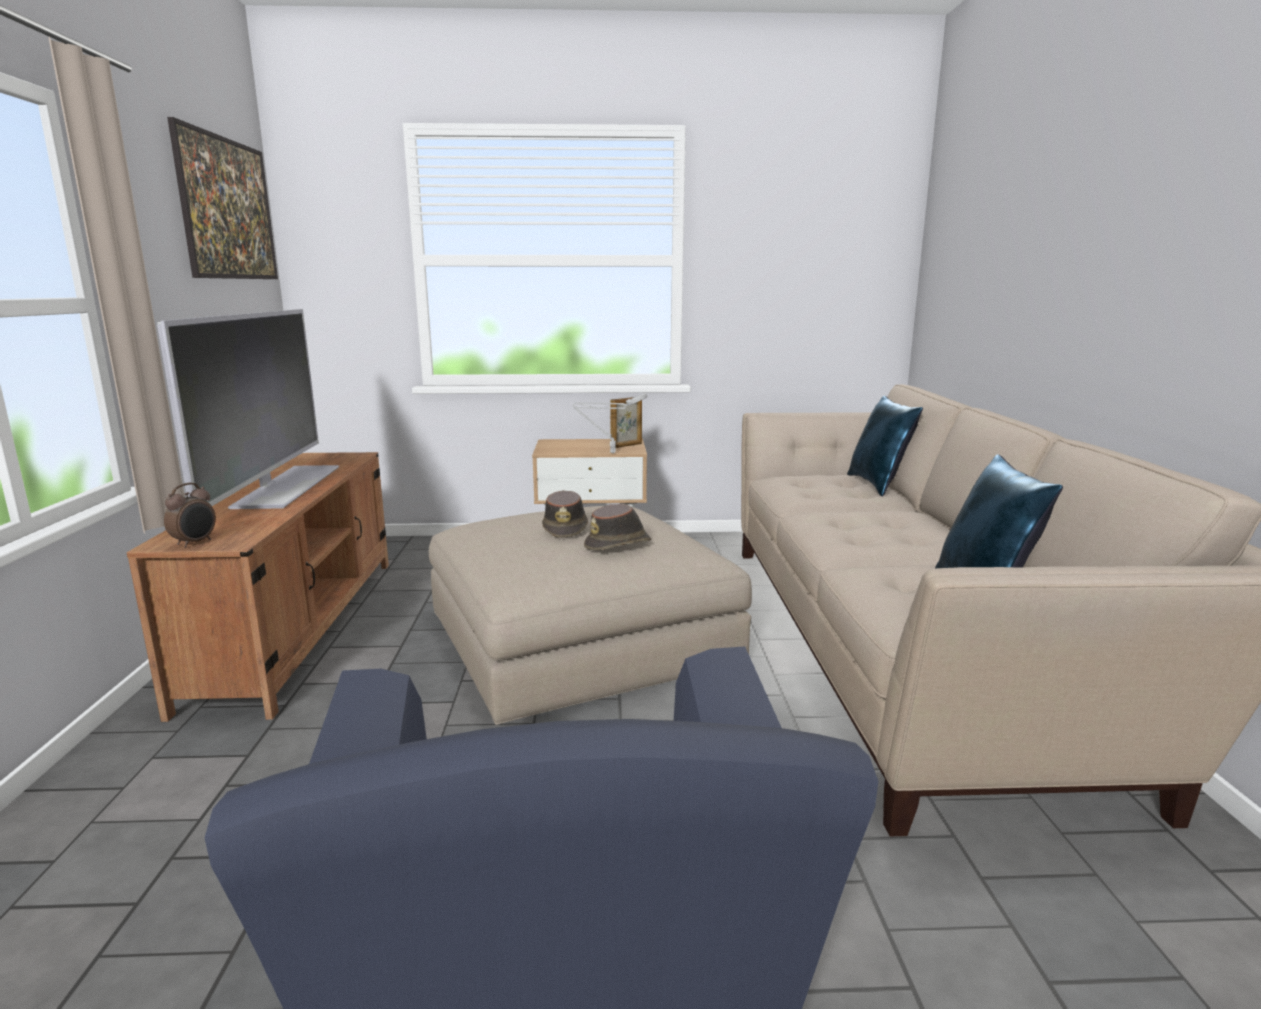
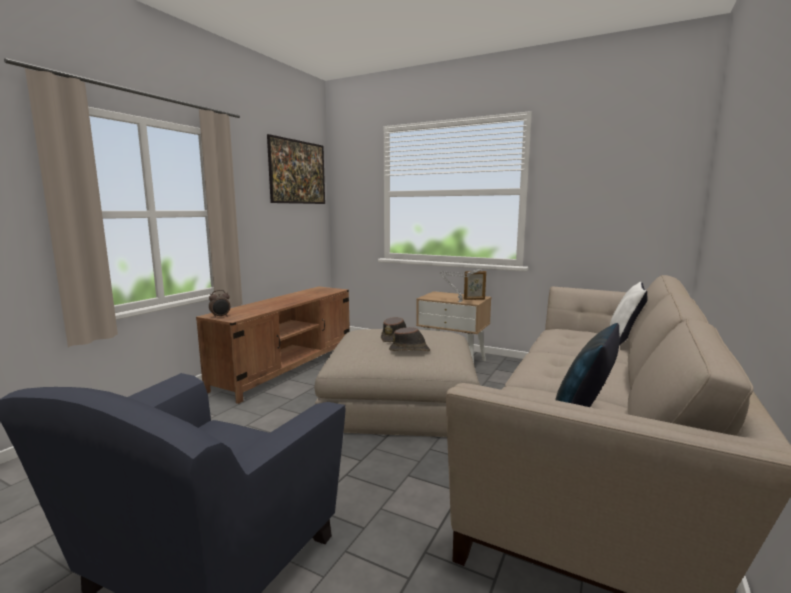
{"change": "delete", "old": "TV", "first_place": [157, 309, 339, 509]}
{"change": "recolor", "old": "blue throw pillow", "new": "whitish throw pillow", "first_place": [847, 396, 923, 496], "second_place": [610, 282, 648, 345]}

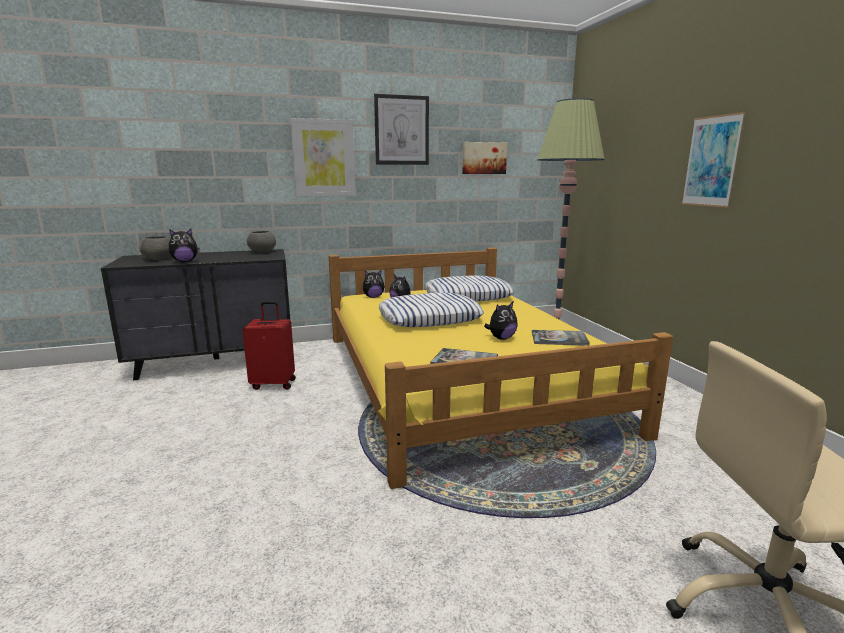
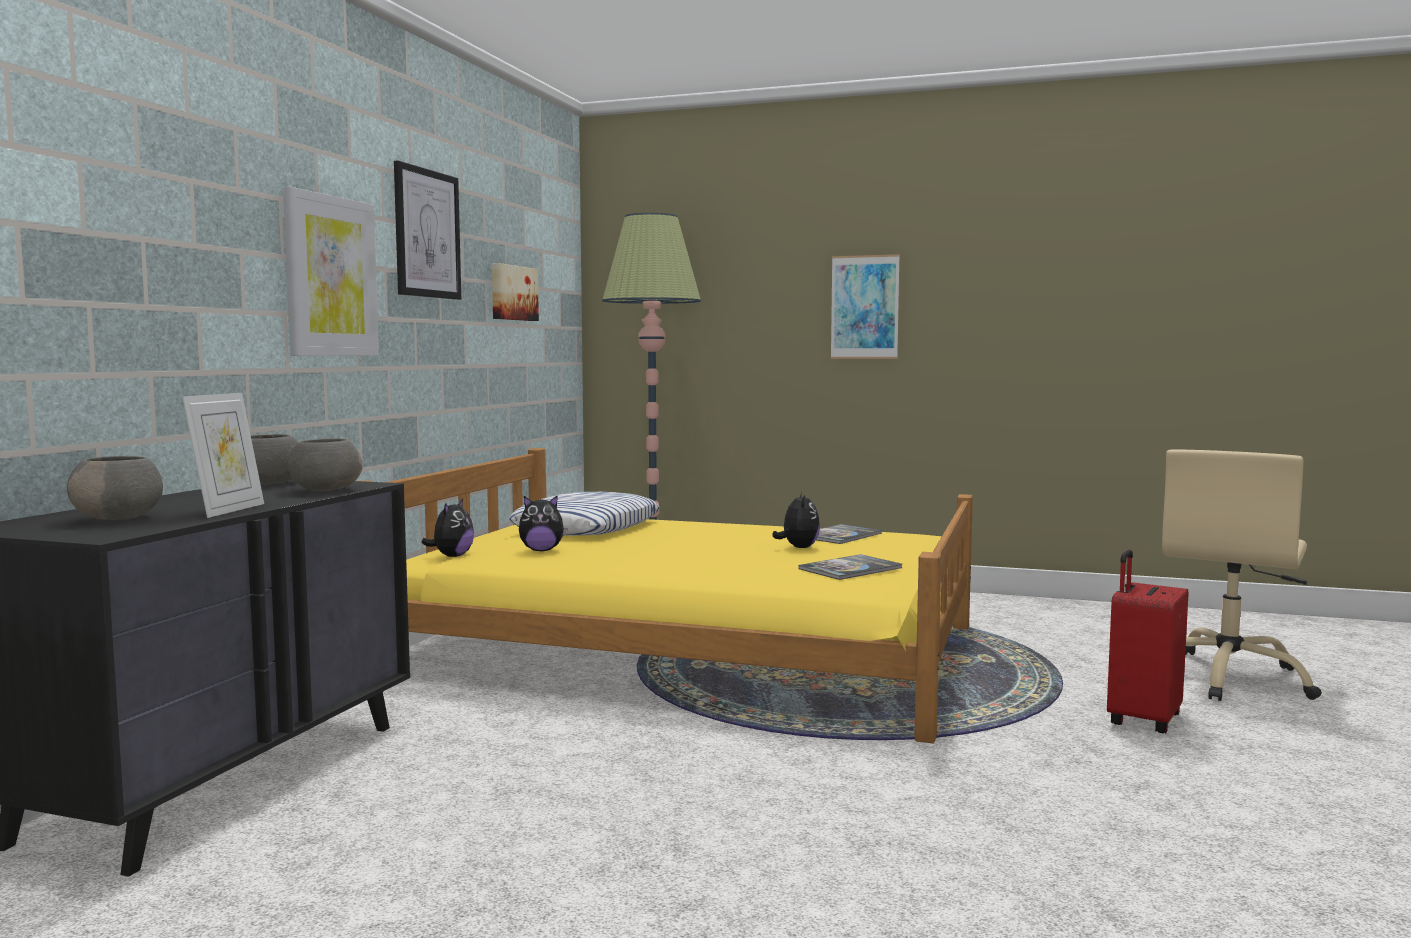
{"change": "delete", "old": "throw pillow", "first_place": [379, 293, 484, 327]}
{"change": "insert", "new": "gray deep dish", "second_place": [288, 438, 363, 492]}
{"change": "move", "old": "reddish travel case", "first_place": [242, 301, 296, 390], "second_place": [1107, 550, 1189, 734]}
{"change": "replace", "old": "soft toy", "new": "picture frame", "first_place": [169, 229, 200, 262], "second_place": [182, 393, 264, 518]}

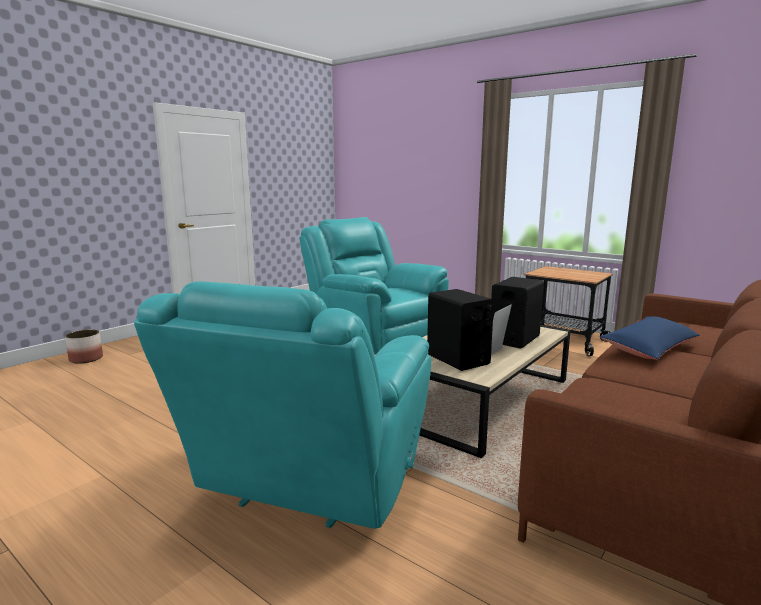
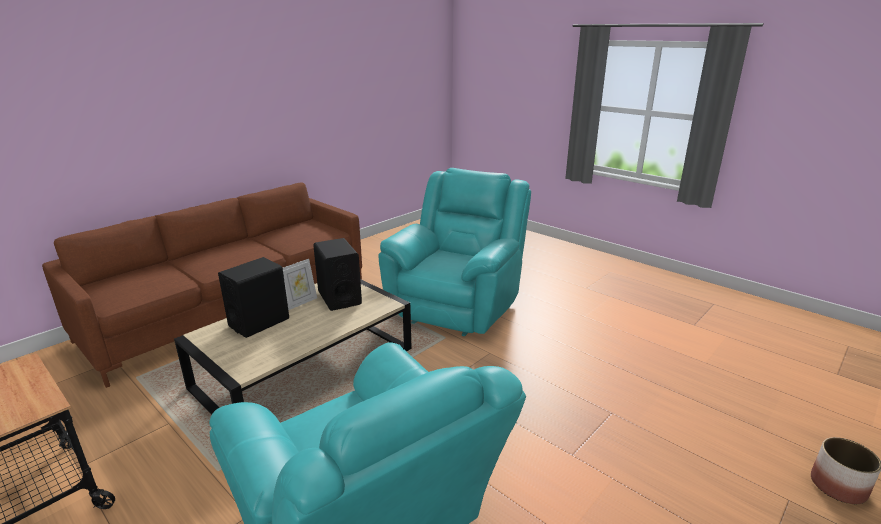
{"change": "delete", "old": "blue throw pillow", "first_place": [600, 316, 700, 360]}

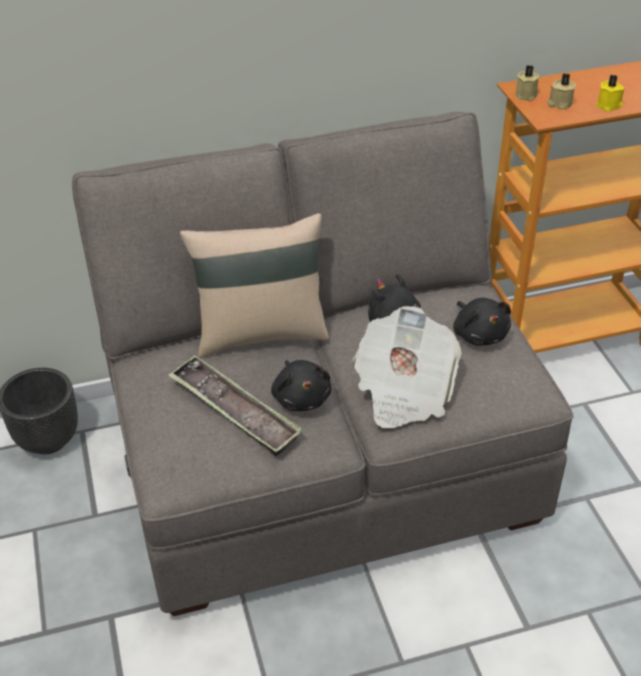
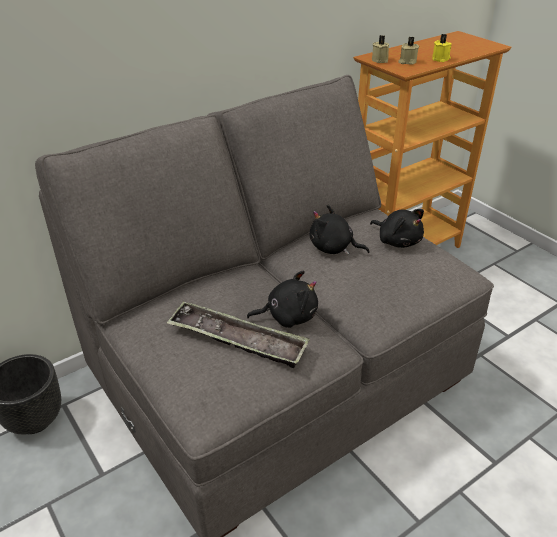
{"change": "delete", "old": "sand-coloured throw pillow", "first_place": [180, 213, 329, 358]}
{"change": "delete", "old": "daily paper", "first_place": [353, 306, 462, 428]}
{"change": "rotate", "old": "blackish soft toy", "first_place": [271, 360, 331, 411], "second_place": [247, 270, 318, 328], "degrees": -60}

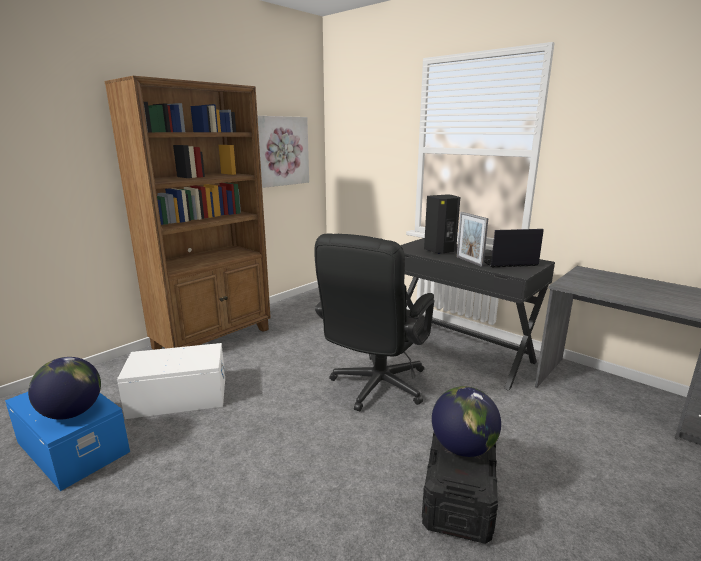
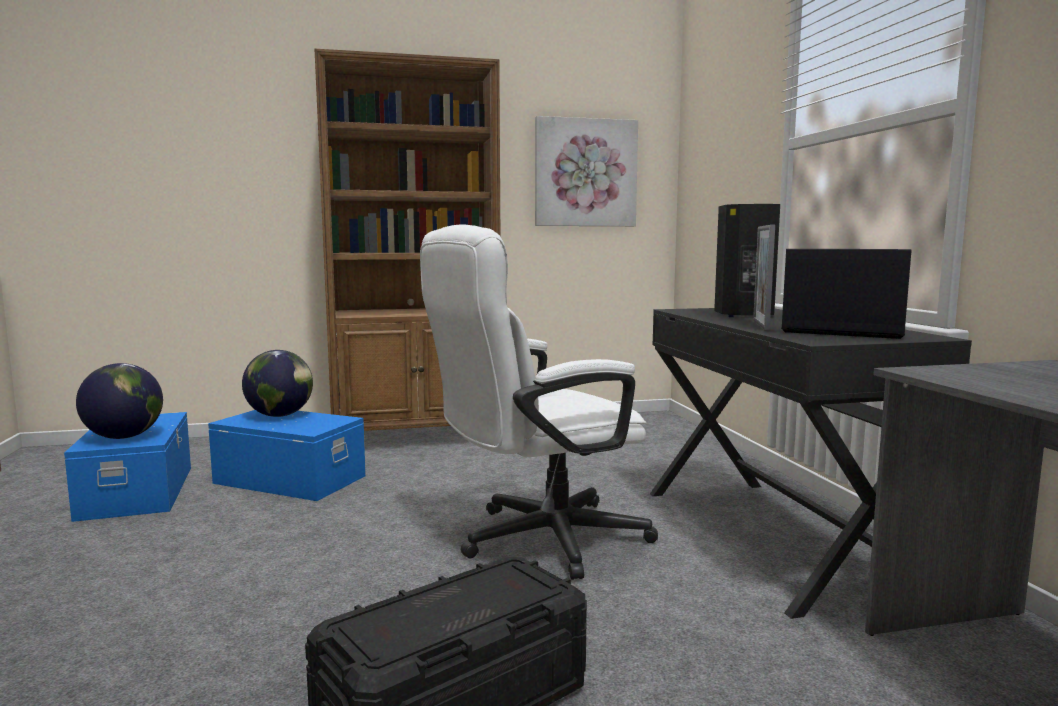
{"change": "move", "old": "world globe", "first_place": [432, 386, 501, 457], "second_place": [242, 350, 313, 417]}
{"change": "recolor", "old": "whitish storage bin", "new": "blue storage bin", "first_place": [117, 343, 225, 419], "second_place": [208, 410, 366, 501]}
{"change": "recolor", "old": "blackish computer chair", "new": "whitish computer chair", "first_place": [314, 233, 434, 411], "second_place": [420, 225, 658, 580]}

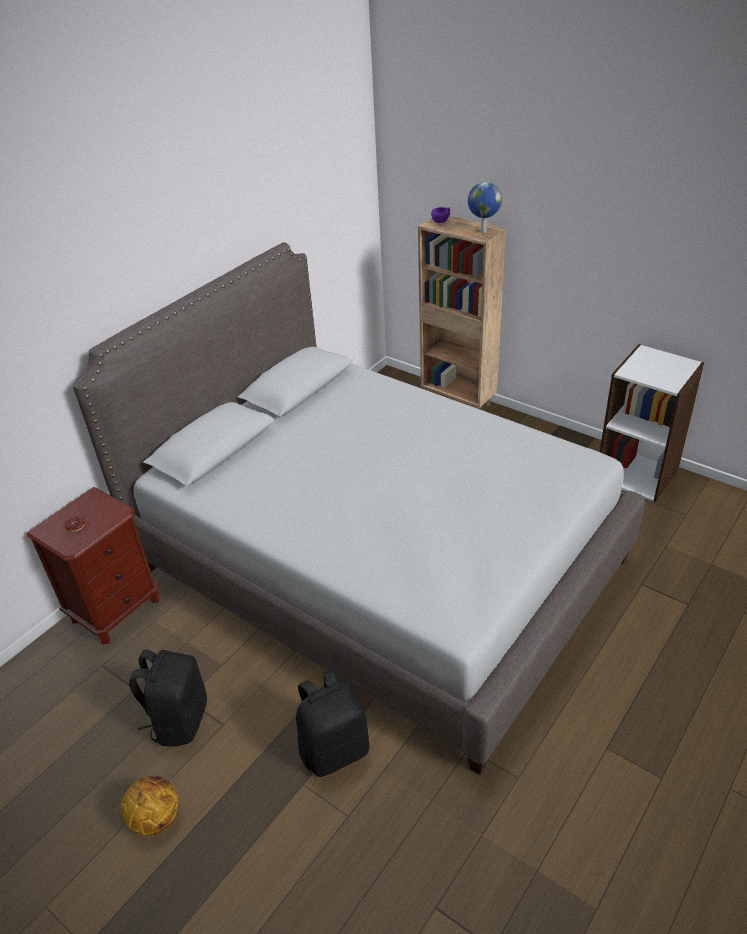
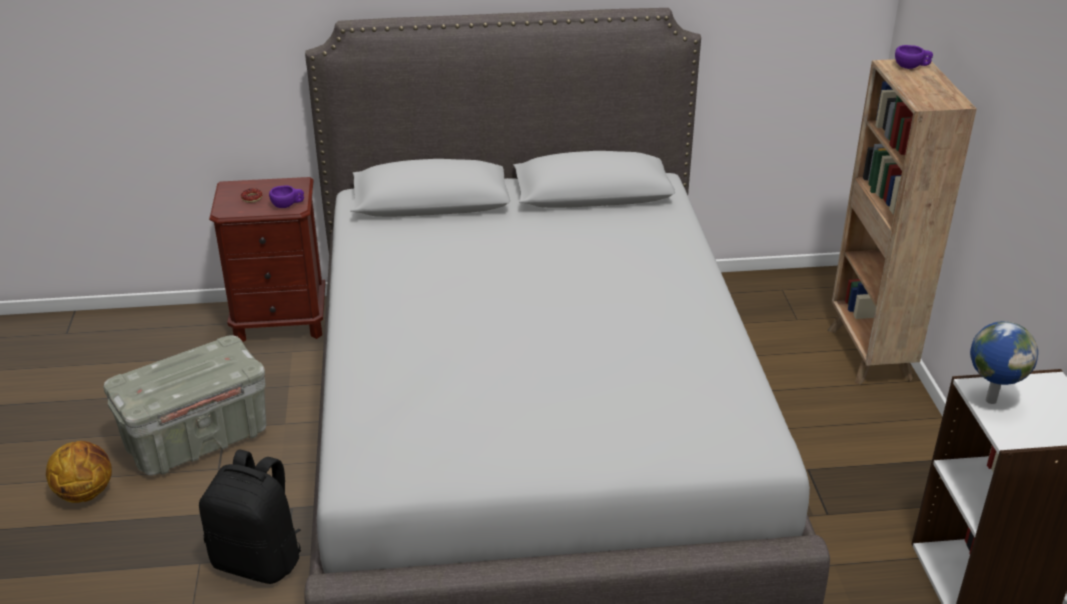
{"change": "insert", "new": "purple cup", "second_place": [269, 185, 304, 208]}
{"change": "move", "old": "world globe", "first_place": [468, 182, 502, 233], "second_place": [970, 321, 1038, 404]}
{"change": "replace", "old": "blackish knapsack", "new": "gray storage bin", "first_place": [129, 649, 207, 746], "second_place": [103, 335, 266, 476]}

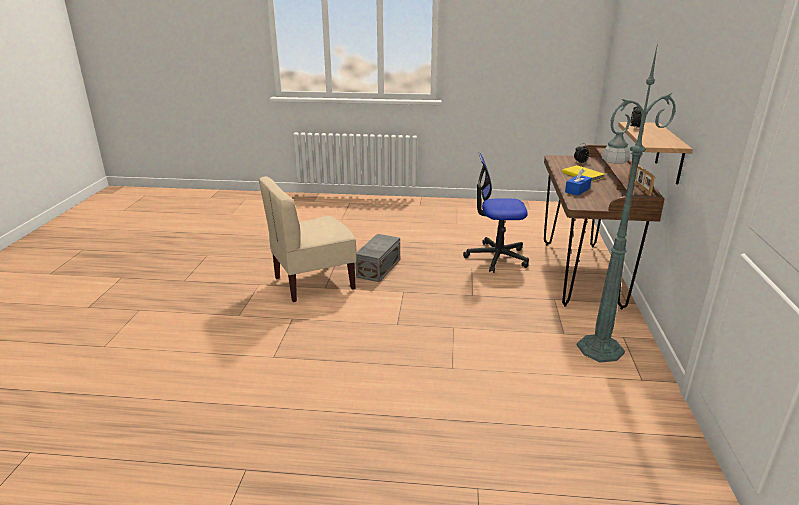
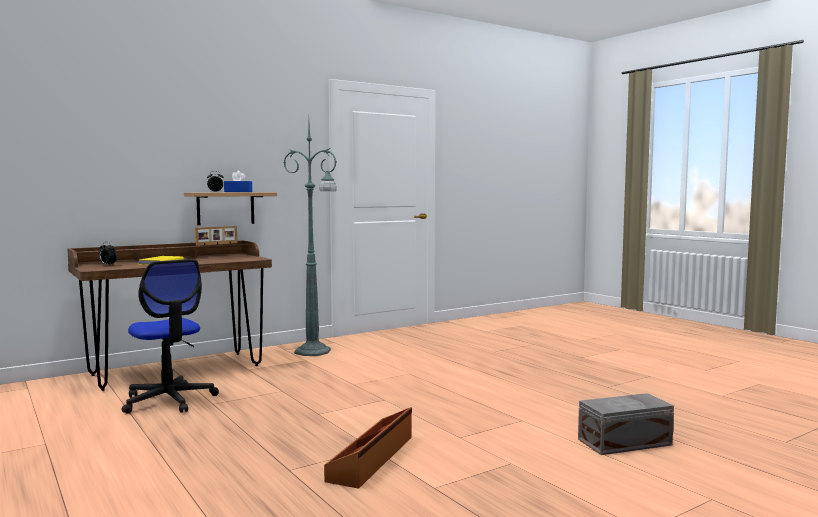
{"change": "move", "old": "gray storage bin", "first_place": [355, 234, 400, 282], "second_place": [578, 393, 674, 455]}
{"change": "move", "old": "blue tissue box", "first_place": [565, 169, 592, 196], "second_place": [224, 171, 252, 192]}
{"change": "replace", "old": "sand-coloured plain chair", "new": "brown storage bin", "first_place": [259, 176, 357, 302], "second_place": [324, 407, 412, 489]}

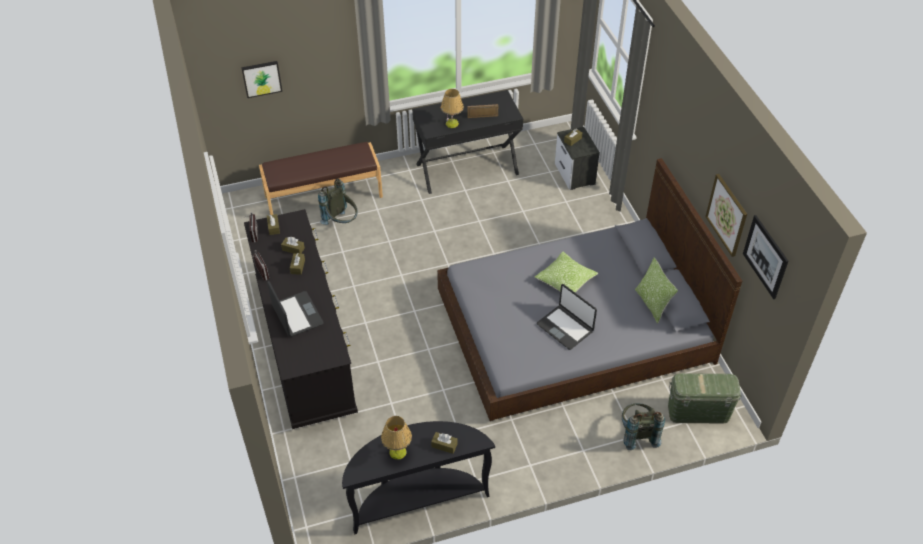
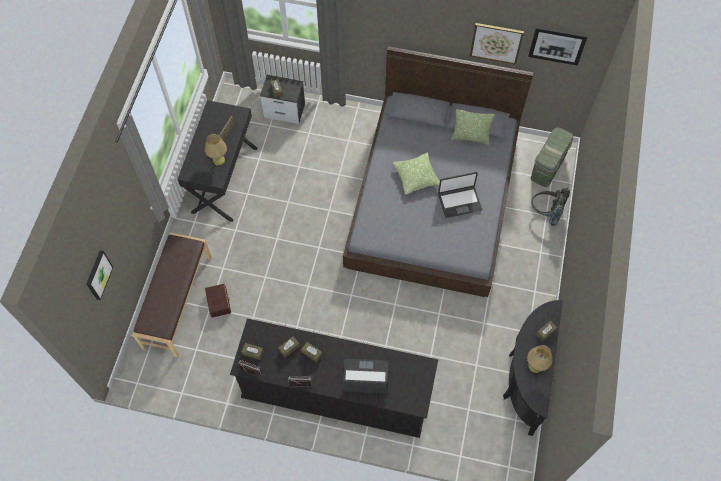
{"change": "replace", "old": "gray knapsack", "new": "brown storage bin", "first_place": [318, 178, 358, 225], "second_place": [205, 284, 231, 318]}

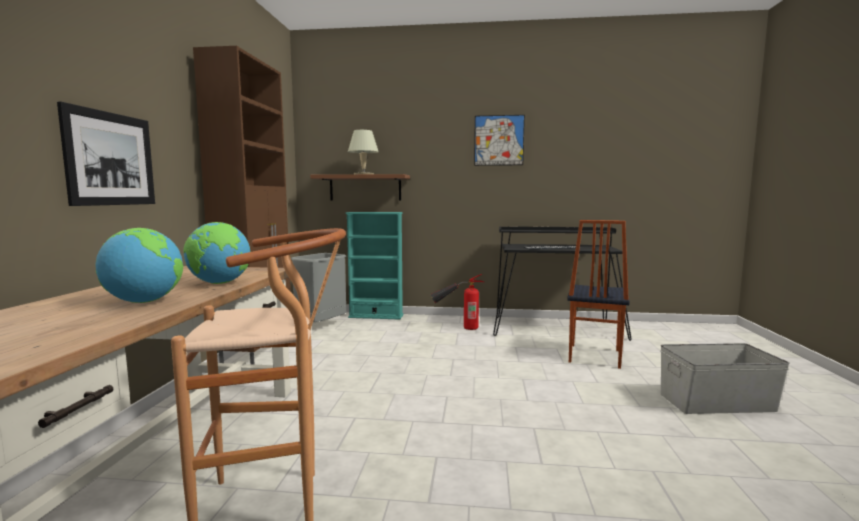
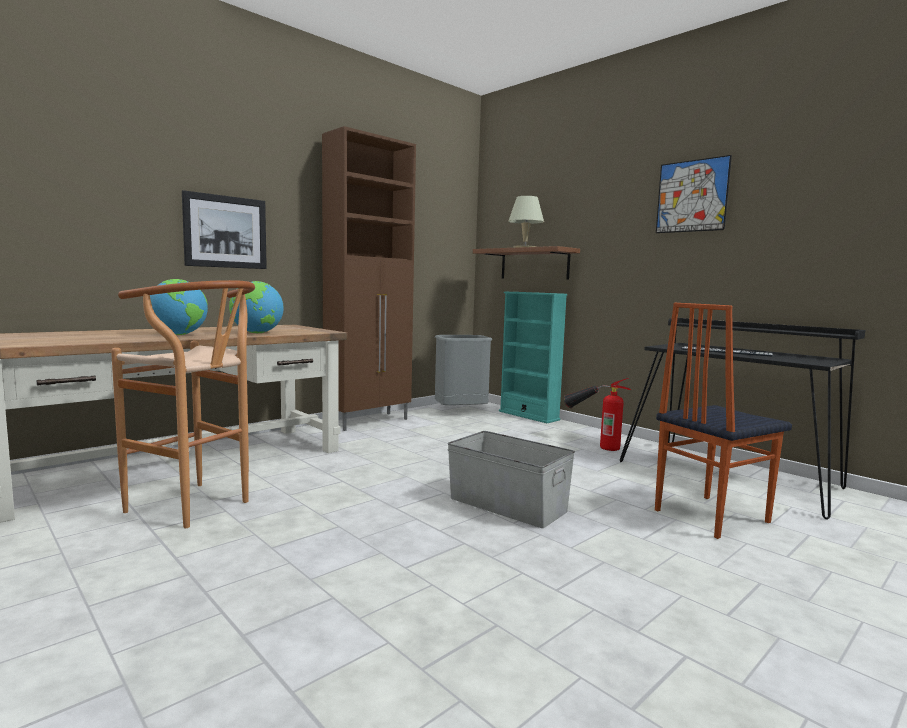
{"change": "move", "old": "gray storage bin", "first_place": [660, 343, 790, 414], "second_place": [448, 431, 575, 528]}

